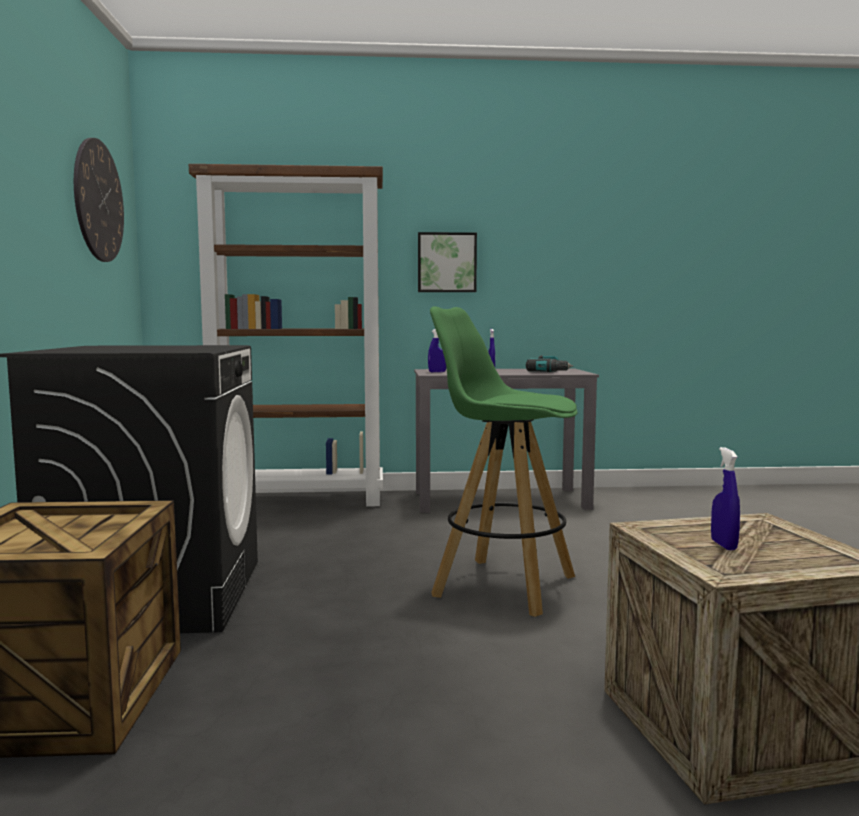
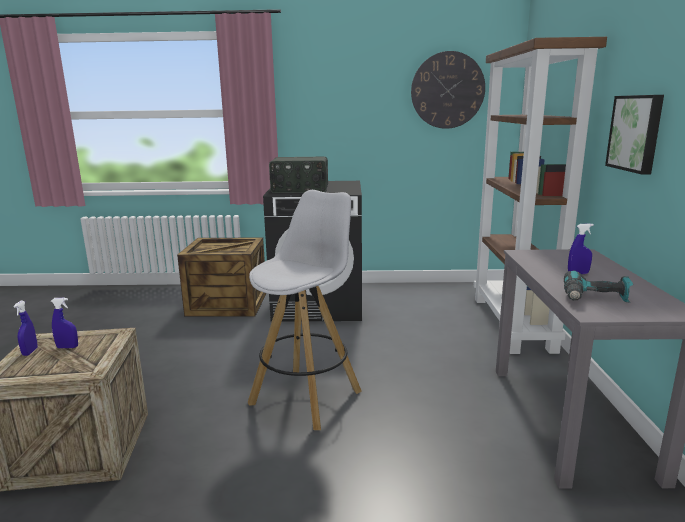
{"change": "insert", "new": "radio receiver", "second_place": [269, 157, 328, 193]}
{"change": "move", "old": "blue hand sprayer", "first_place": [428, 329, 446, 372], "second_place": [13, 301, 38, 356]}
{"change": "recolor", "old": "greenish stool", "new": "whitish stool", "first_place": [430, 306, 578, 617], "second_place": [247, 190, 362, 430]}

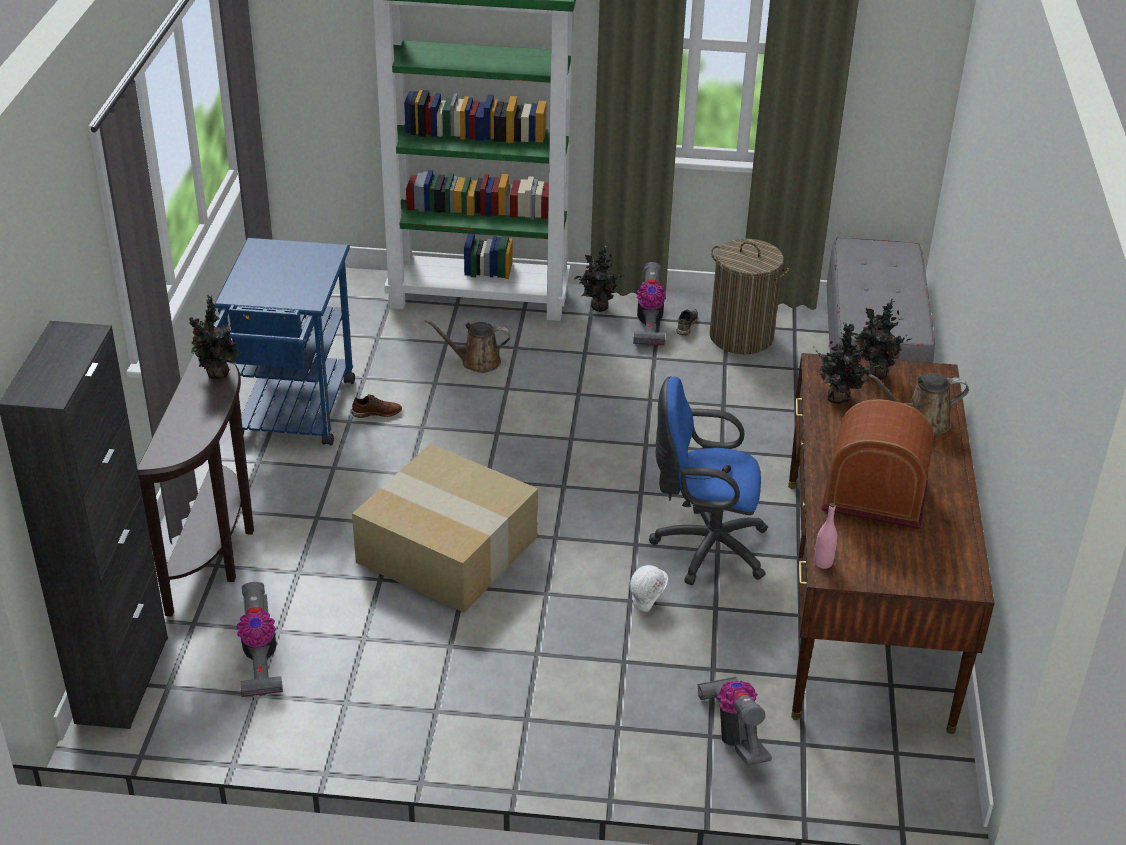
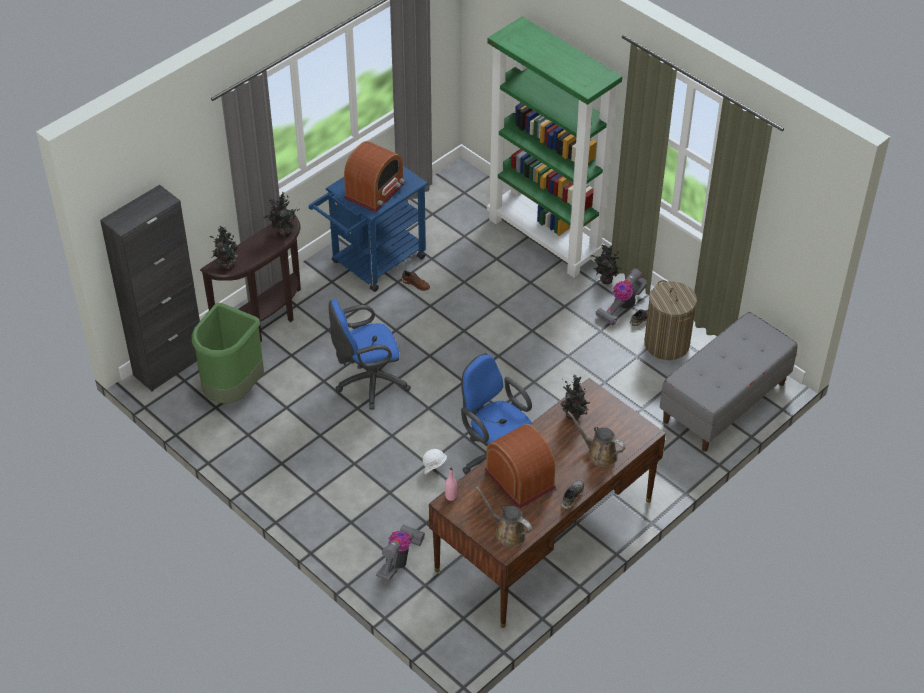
{"change": "insert", "new": "radio receiver", "second_place": [344, 141, 406, 213]}
{"change": "insert", "new": "gray item of footwear", "second_place": [561, 480, 584, 510]}
{"change": "move", "old": "brown sprinkling can", "first_place": [425, 319, 511, 373], "second_place": [476, 486, 532, 547]}
{"change": "move", "old": "houseplant", "first_place": [851, 299, 915, 379], "second_place": [210, 226, 239, 270]}
{"change": "replace", "old": "vacuum", "new": "greenish rubbish bin", "first_place": [236, 582, 283, 697], "second_place": [192, 303, 264, 403]}
{"change": "replace", "old": "carton", "new": "blue computer chair", "first_place": [352, 444, 538, 613], "second_place": [329, 299, 411, 409]}

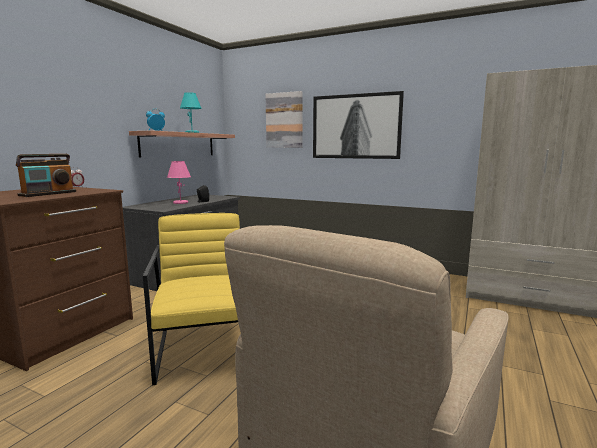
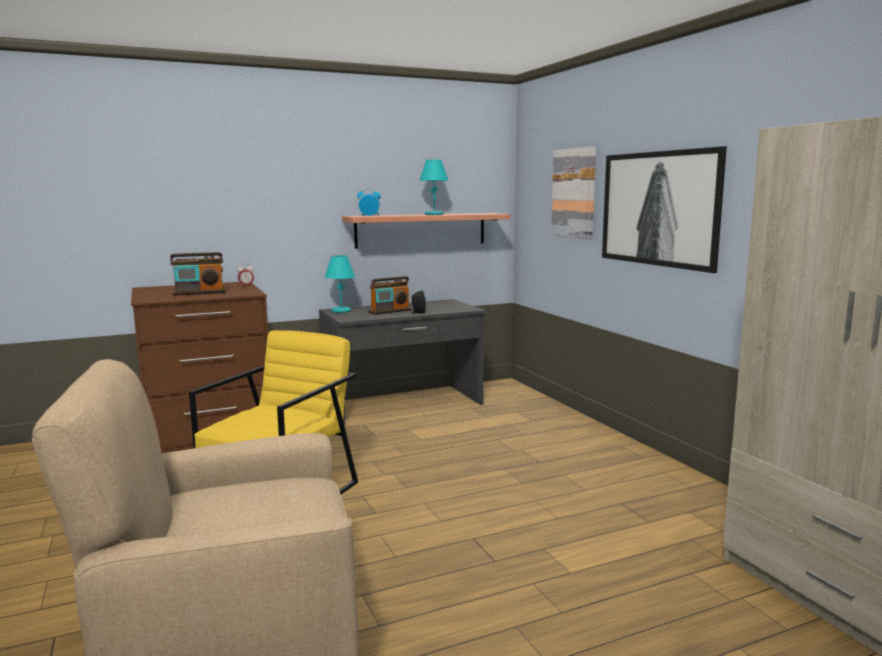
{"change": "insert", "new": "turquoise lamp for a table", "second_place": [325, 255, 356, 313]}
{"change": "replace", "old": "pink lamp for a table", "new": "radio receiver", "first_place": [167, 161, 191, 204], "second_place": [369, 276, 411, 315]}

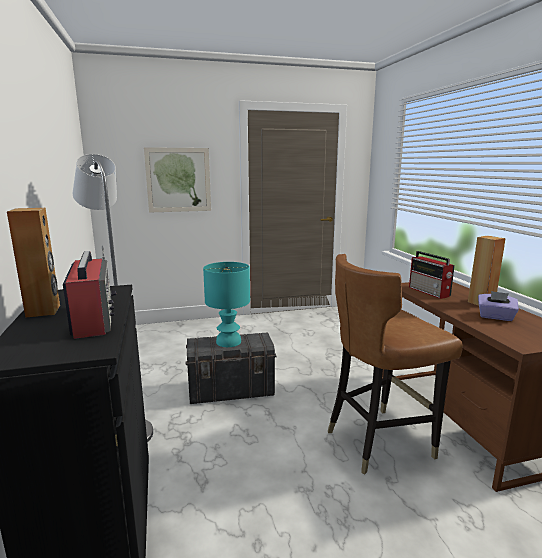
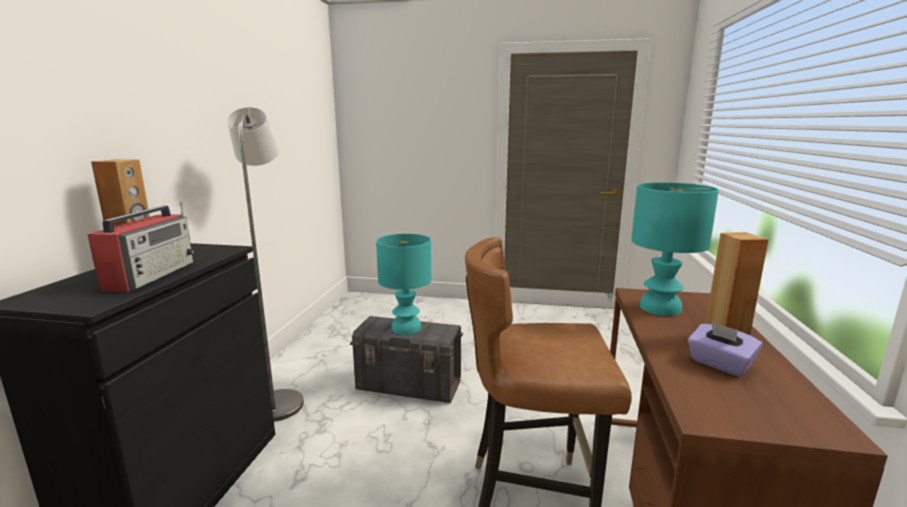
{"change": "delete", "old": "wall art", "first_place": [144, 147, 211, 213]}
{"change": "replace", "old": "radio receiver", "new": "turquoise lamp for a table", "first_place": [409, 251, 455, 299], "second_place": [631, 182, 719, 316]}

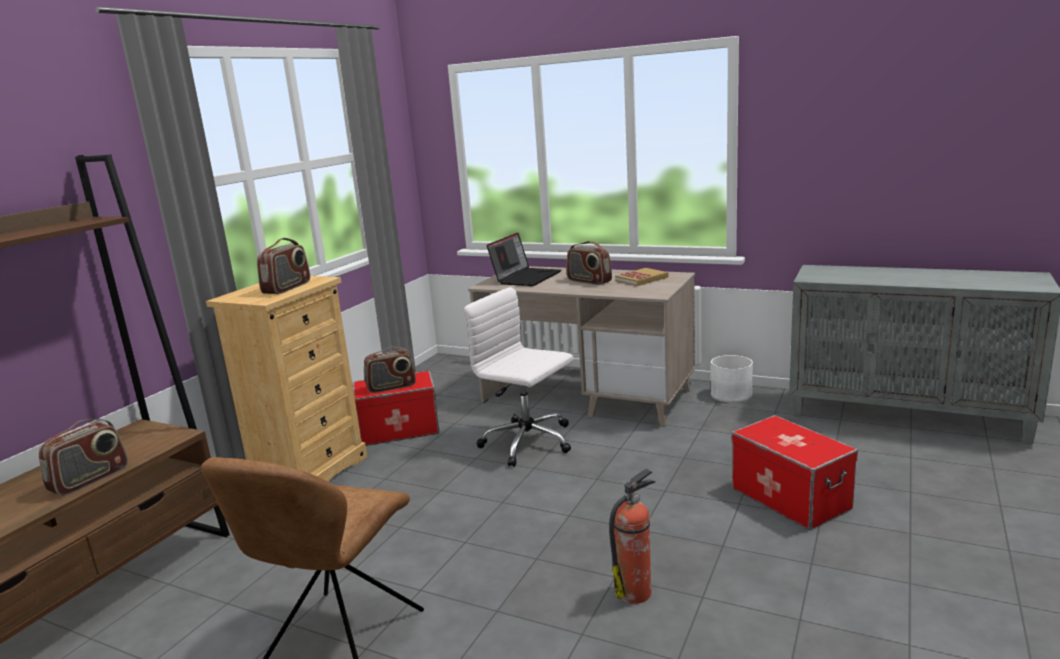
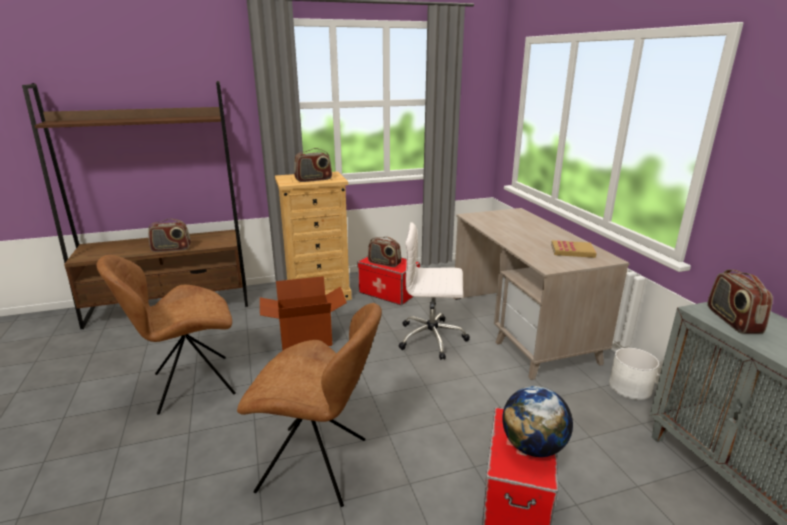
{"change": "delete", "old": "portable computer", "first_place": [487, 233, 561, 286]}
{"change": "insert", "new": "carton", "second_place": [260, 276, 347, 350]}
{"change": "insert", "new": "world globe", "second_place": [502, 386, 573, 457]}
{"change": "move", "old": "radio receiver", "first_place": [567, 241, 612, 285], "second_place": [708, 270, 773, 334]}
{"change": "replace", "old": "fire extinguisher", "new": "brown plain chair", "first_place": [609, 469, 656, 604], "second_place": [237, 303, 382, 507]}
{"change": "rotate", "old": "whitish computer chair", "first_place": [464, 287, 574, 467], "second_place": [399, 222, 470, 360], "degrees": -75}

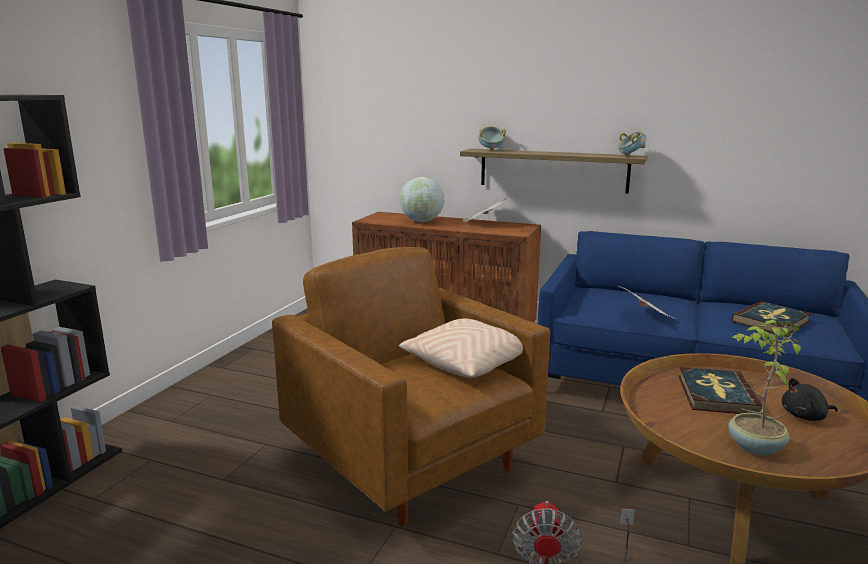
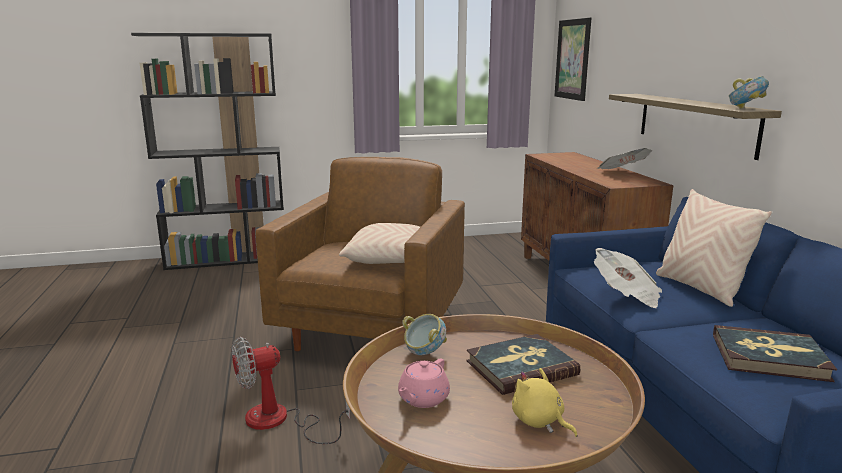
{"change": "delete", "old": "world globe", "first_place": [400, 177, 444, 222]}
{"change": "insert", "new": "wall art", "second_place": [555, 17, 591, 101]}
{"change": "insert", "new": "sand-coloured throw pillow", "second_place": [656, 189, 772, 307]}
{"change": "move", "old": "deep dish", "first_place": [478, 126, 506, 150], "second_place": [402, 314, 447, 356]}
{"change": "replace", "old": "houseplant", "new": "pink teapot", "first_place": [728, 320, 801, 456], "second_place": [398, 358, 450, 408]}
{"change": "recolor", "old": "blackish soft toy", "new": "yellowish soft toy", "first_place": [782, 378, 838, 421], "second_place": [512, 368, 578, 437]}

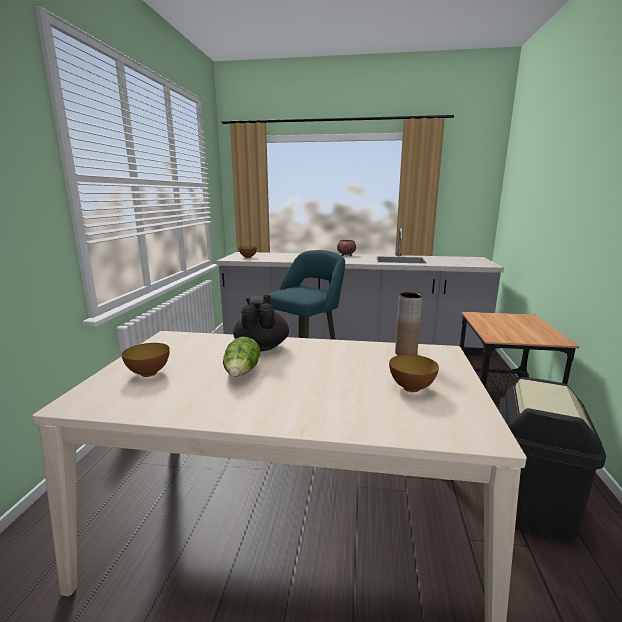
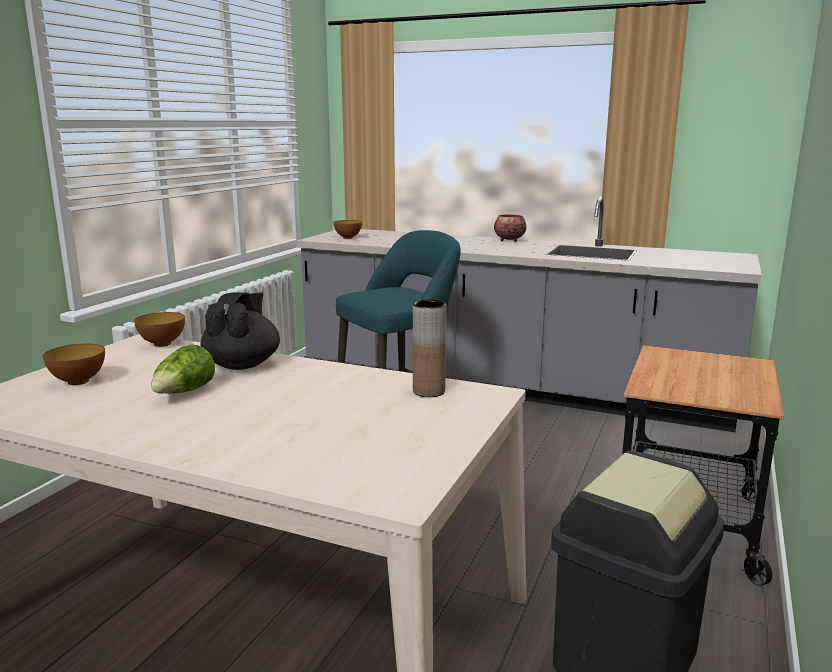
{"change": "move", "old": "deep dish", "first_place": [389, 355, 439, 392], "second_place": [134, 312, 185, 347]}

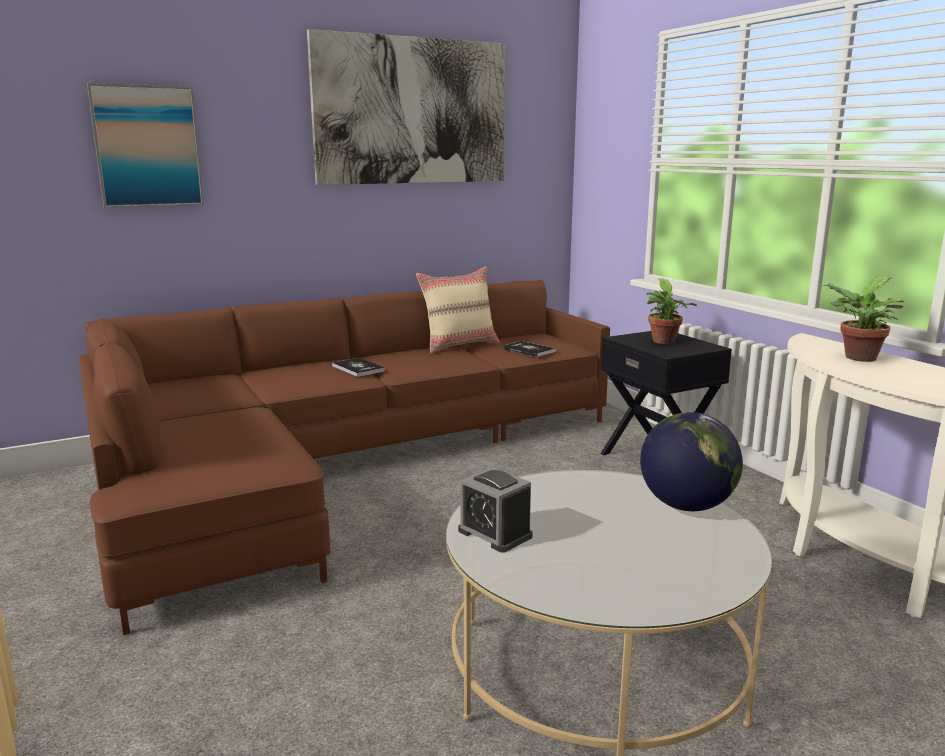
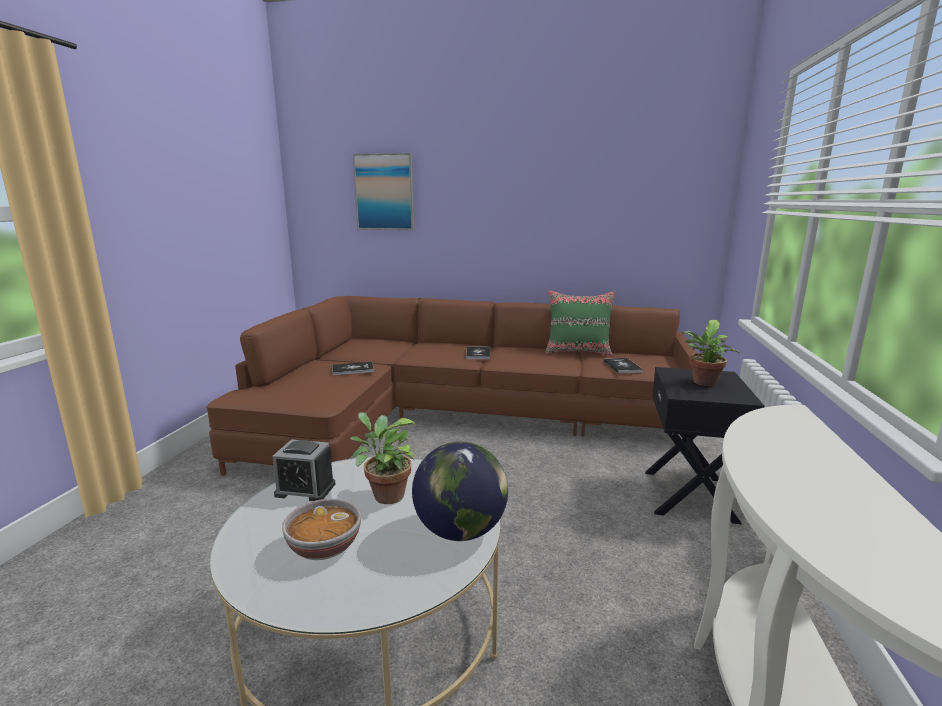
{"change": "delete", "old": "wall art", "first_place": [307, 29, 505, 185]}
{"change": "insert", "new": "deep dish", "second_place": [282, 499, 361, 560]}
{"change": "insert", "new": "bound book", "second_place": [332, 362, 374, 376]}
{"change": "move", "old": "houseplant", "first_place": [823, 276, 904, 362], "second_place": [350, 412, 416, 504]}
{"change": "recolor", "old": "sand-coloured throw pillow", "new": "greenish throw pillow", "first_place": [416, 266, 500, 354], "second_place": [546, 290, 615, 356]}
{"change": "rotate", "old": "bedside clock", "first_place": [458, 467, 533, 552], "second_place": [272, 439, 335, 501], "degrees": -75}

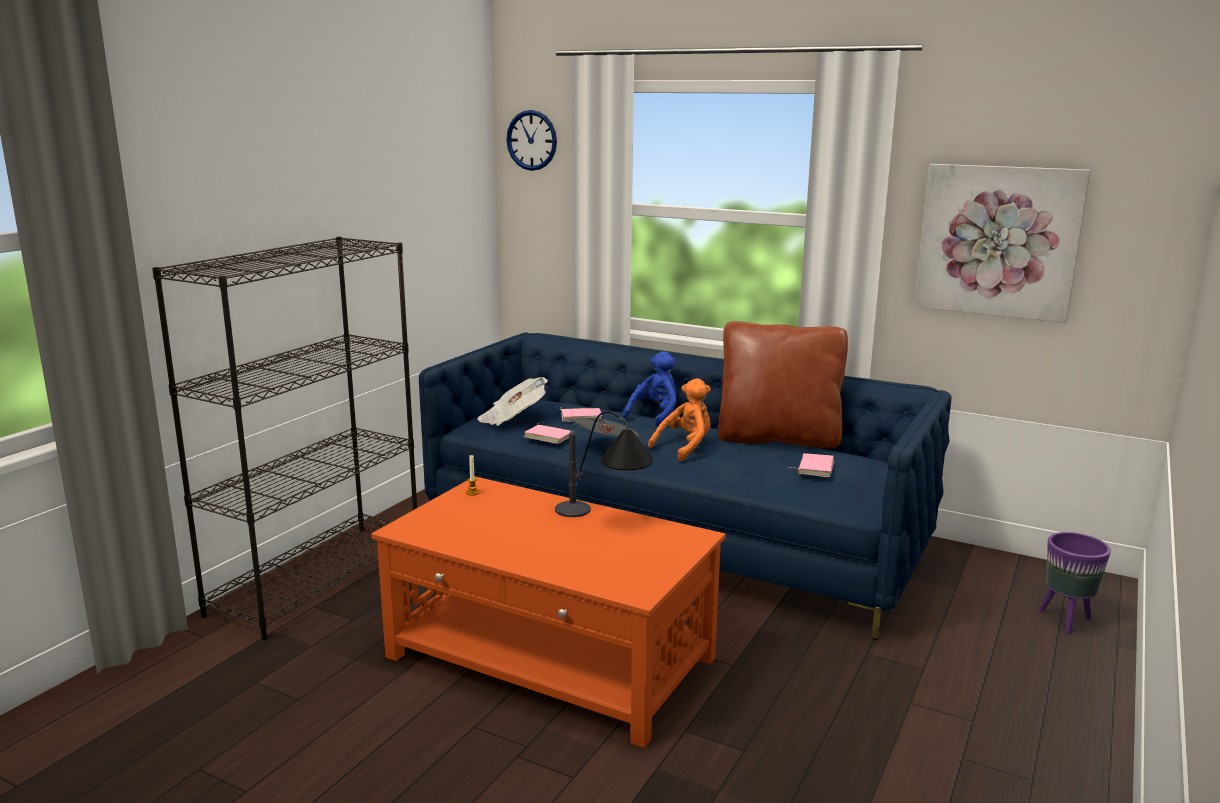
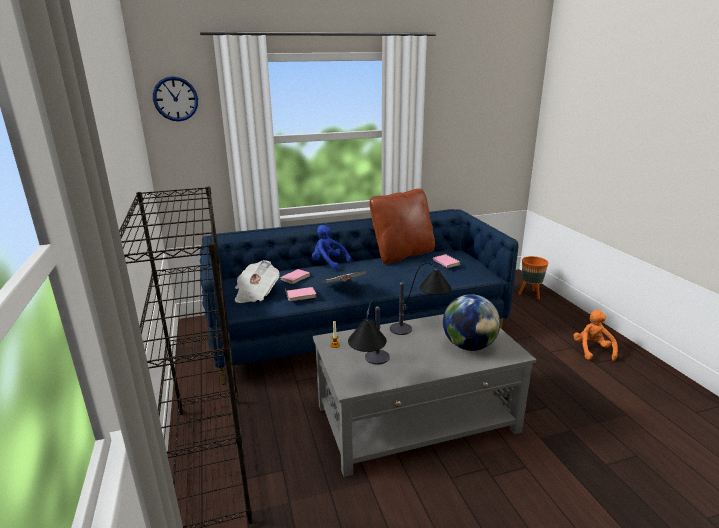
{"change": "delete", "old": "wall art", "first_place": [914, 164, 1090, 323]}
{"change": "insert", "new": "lamp for a table", "second_place": [348, 301, 390, 365]}
{"change": "insert", "new": "world globe", "second_place": [443, 294, 500, 351]}
{"change": "move", "old": "orange soft toy", "first_place": [648, 378, 711, 461], "second_place": [573, 310, 618, 361]}
{"change": "recolor", "old": "orange coffee table", "new": "gray coffee table", "first_place": [371, 476, 726, 748], "second_place": [313, 314, 536, 477]}
{"change": "recolor", "old": "purple plant pot", "new": "orange plant pot", "first_place": [1039, 532, 1111, 634], "second_place": [518, 256, 548, 299]}
{"change": "rotate", "old": "blue soft toy", "first_place": [623, 351, 677, 427], "second_place": [312, 225, 351, 270], "degrees": -45}

